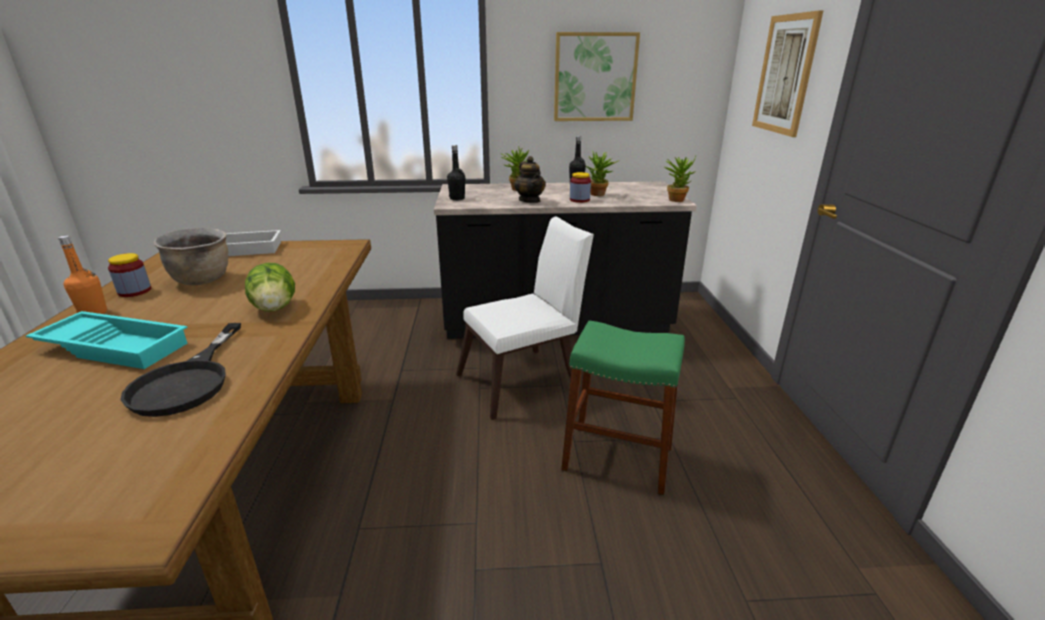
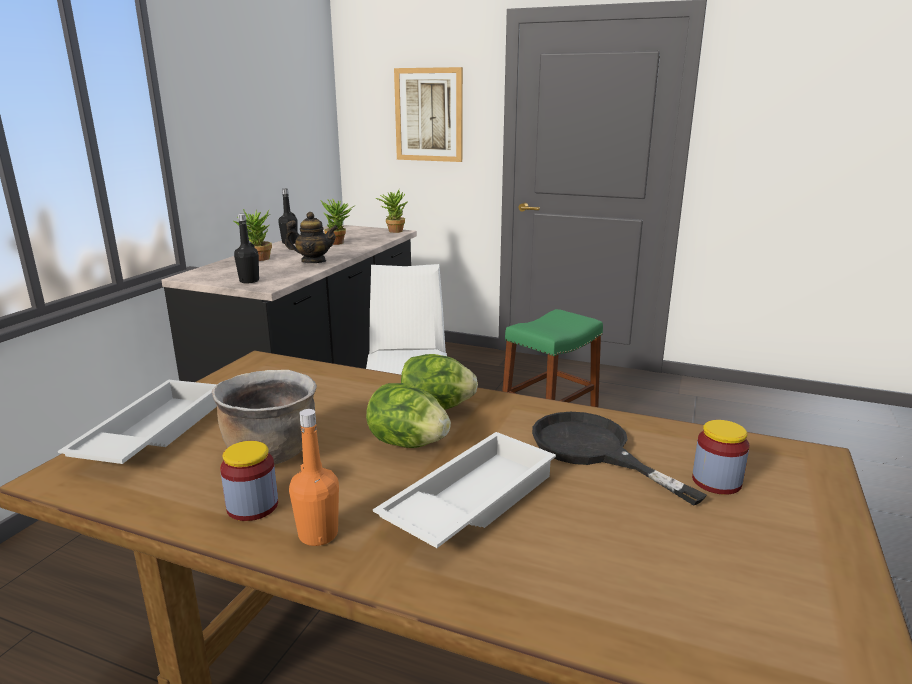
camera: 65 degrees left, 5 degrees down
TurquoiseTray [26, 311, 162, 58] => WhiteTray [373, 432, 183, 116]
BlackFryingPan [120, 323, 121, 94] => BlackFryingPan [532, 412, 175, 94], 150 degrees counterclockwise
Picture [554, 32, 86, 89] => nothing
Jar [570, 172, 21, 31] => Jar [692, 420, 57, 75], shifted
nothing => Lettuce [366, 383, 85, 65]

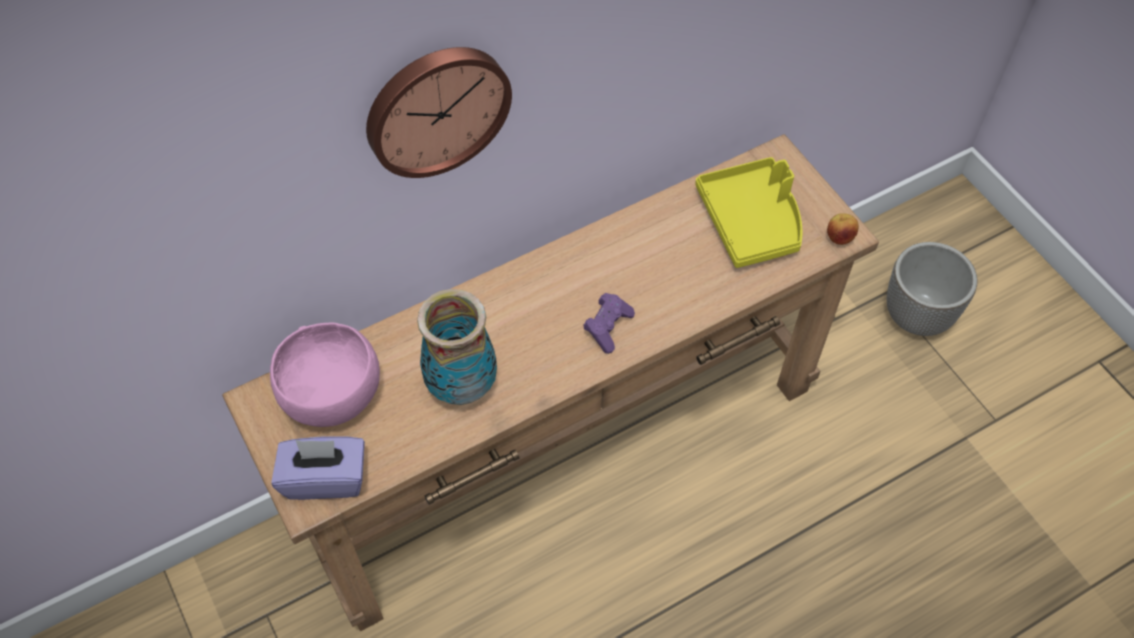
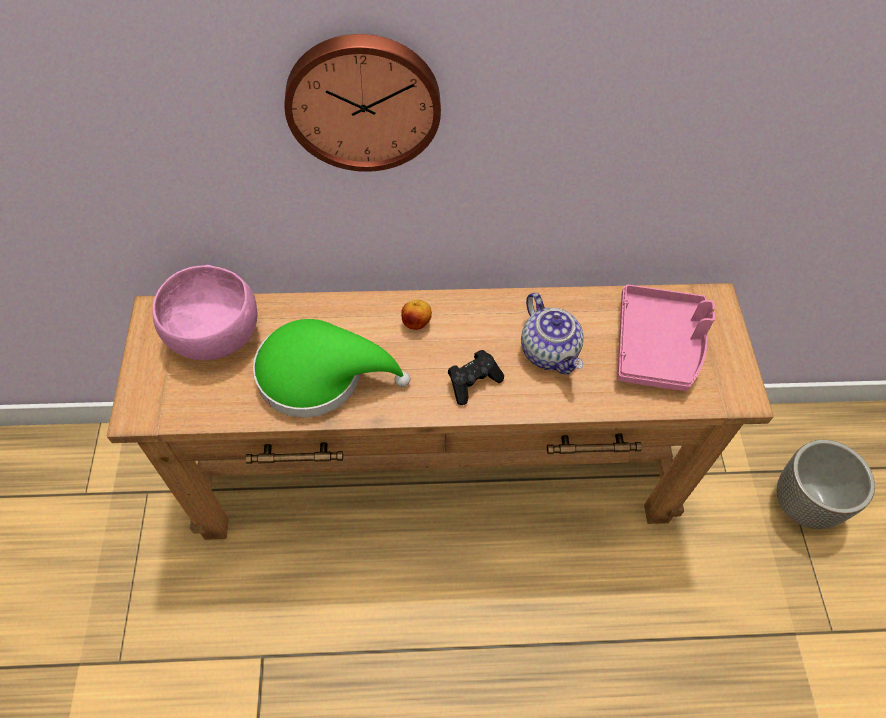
camera: 25 degrees right, 0 degrees up
PurpleTissueBox [271, 436, 94, 64] => nothing
Vase [417, 289, 80, 116] => GreenHat [253, 319, 157, 98]
PurpleGameController [583, 293, 52, 61] => BlackGameController [448, 350, 56, 55]
YellowTray [695, 157, 108, 111] => PinkTray [617, 285, 98, 106]
Apple [827, 213, 32, 32] => Apple [401, 300, 31, 30], shifted
nothing => Teapot [521, 293, 63, 82]

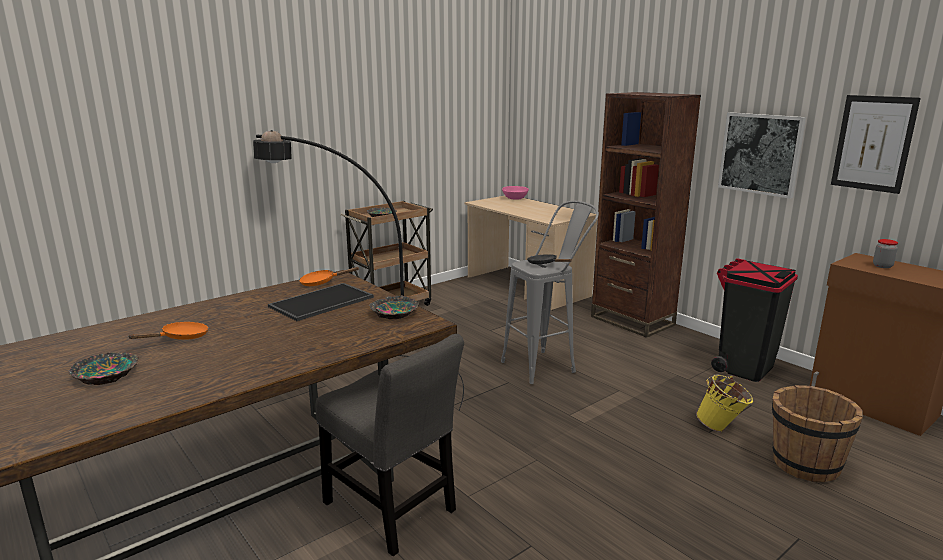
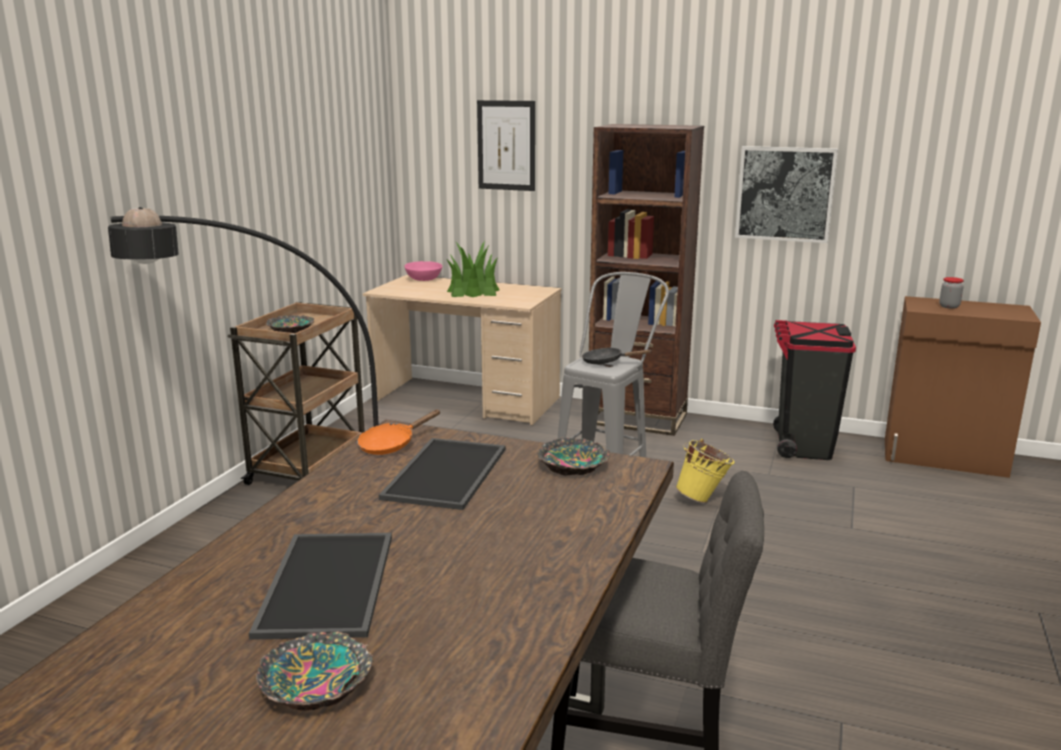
camera: 30 degrees left, 0 degrees up
OrangeFryingPan [129, 322, 80, 18] => Tray [249, 533, 143, 107]
YellowBucket [696, 375, 57, 57] => YellowBucket [676, 439, 59, 64], shifted
BrownBucket [772, 385, 91, 97] => nothing
Picture [831, 95, 90, 99] => Picture [477, 100, 58, 91], shifted
nothing => PottedPlant [447, 241, 53, 56]

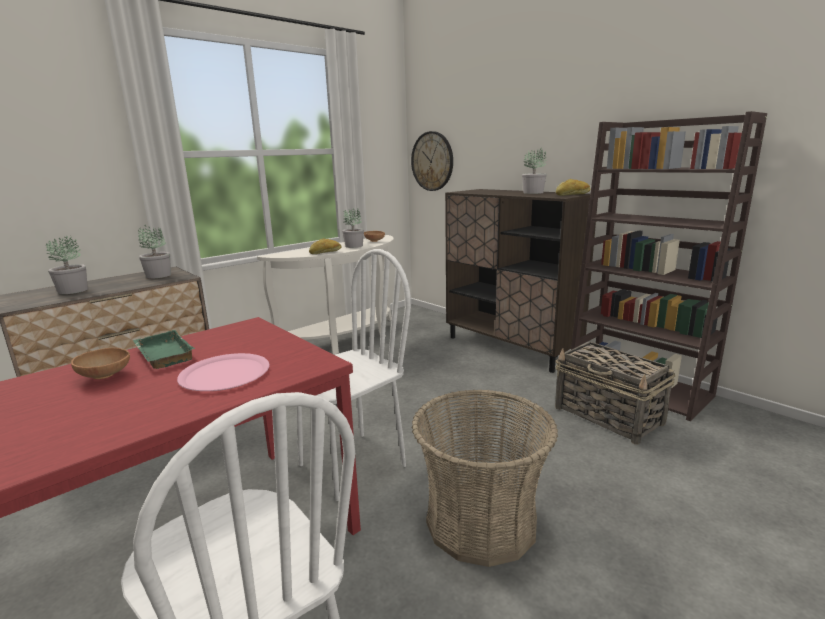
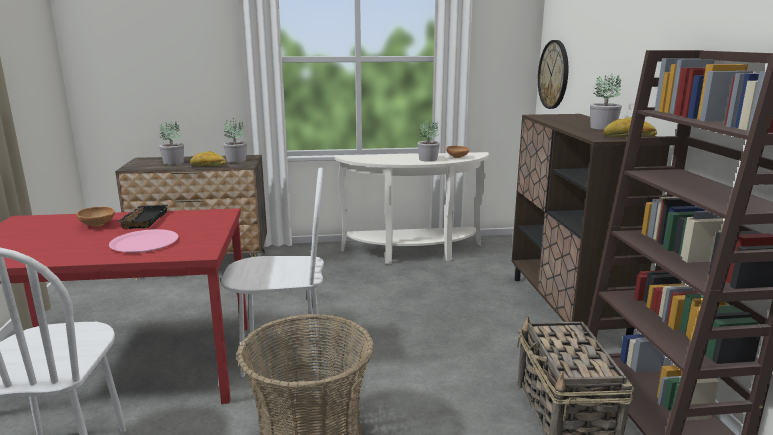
camera: 35 degrees right, 0 degrees up
GreenTray [133, 330, 62, 39] => BlackTray [117, 205, 51, 24]
Bread [309, 238, 33, 16] => Bread [190, 151, 36, 15], shifted

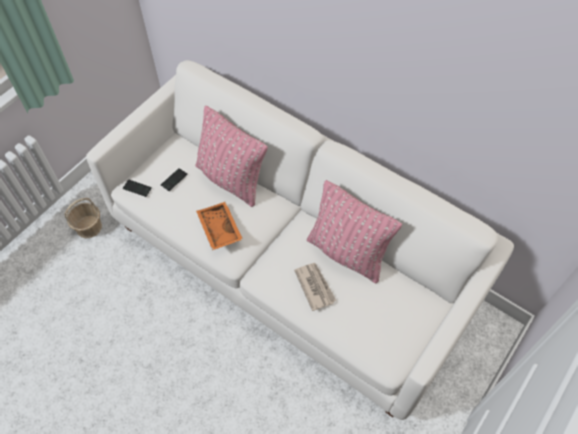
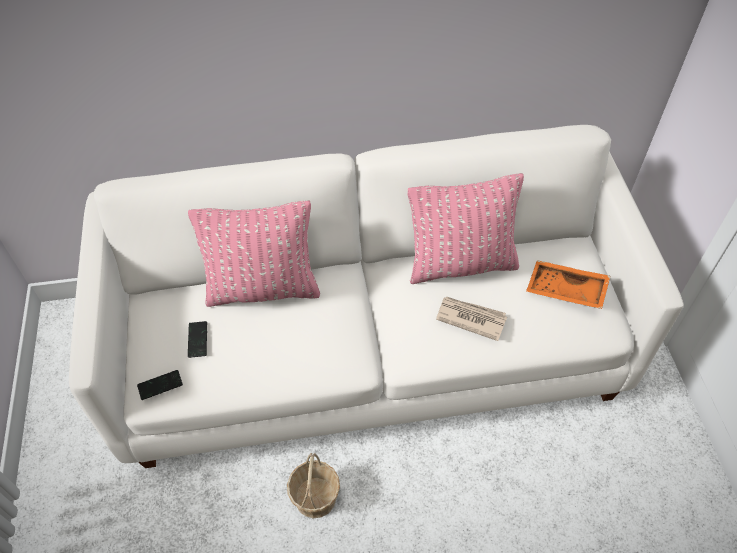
camera: 45 degrees left, 5 degrees down
Basket [64, 198, 38, 40] => Basket [287, 453, 53, 66], shifted
OrangeTray [196, 202, 47, 48] => OrangeTray [526, 260, 84, 49], shifted

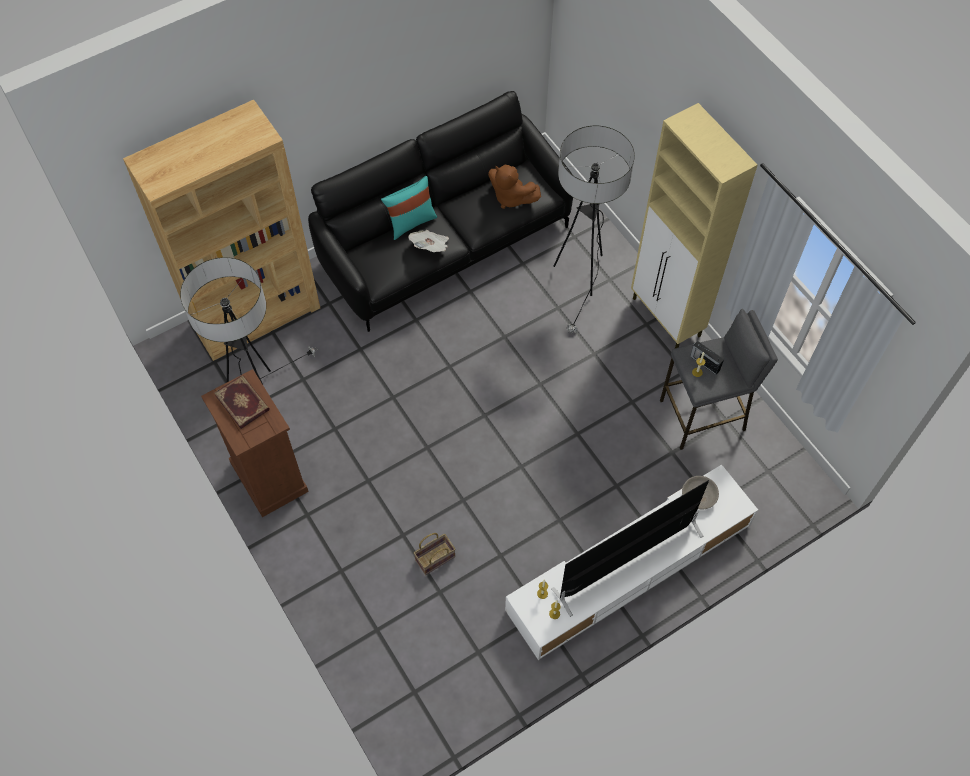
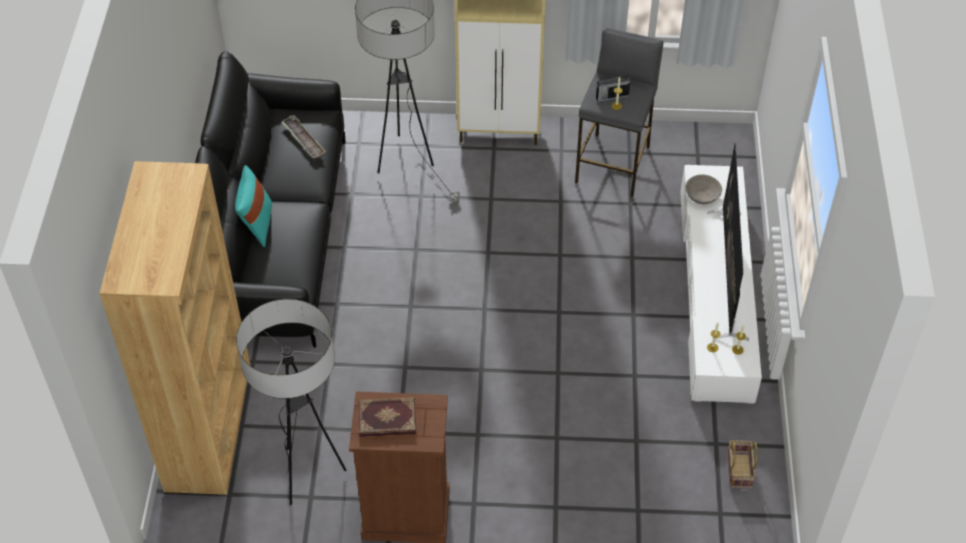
camera: 55 degrees left, 10 degrees down
Newspaper [409, 230, 40, 22] => nothing
Basket [414, 533, 41, 42] => Basket [727, 440, 31, 49], shifted
BrownPlushToy [488, 165, 53, 44] => Tray [282, 115, 44, 45]

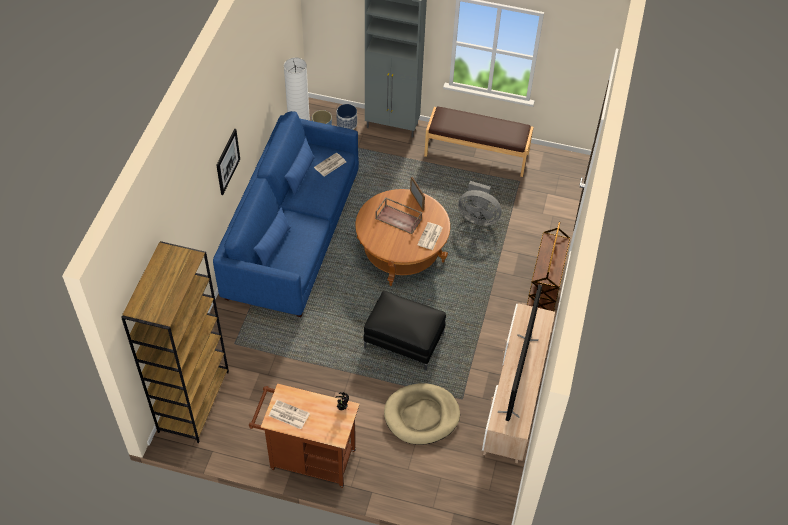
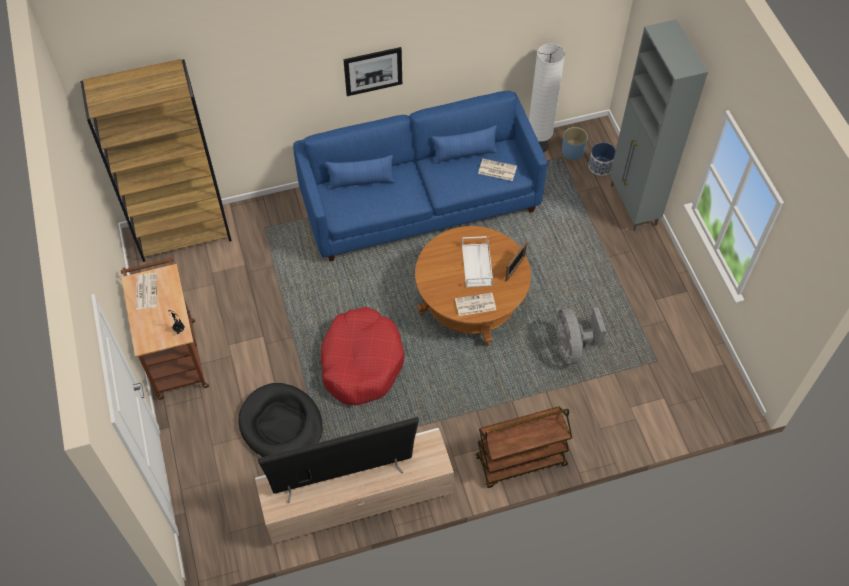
camera: 60 degrees right, 5 degrees up
BlackOttoman [364, 291, 82, 80] => RedDogBed [321, 307, 84, 98]
BrownTray [375, 197, 47, 37] => WhiteTray [462, 236, 31, 51]
BeigeDogBed [384, 383, 76, 62] => BlackDogBed [238, 383, 85, 74]
BrownBench [424, 106, 110, 71] => nothing

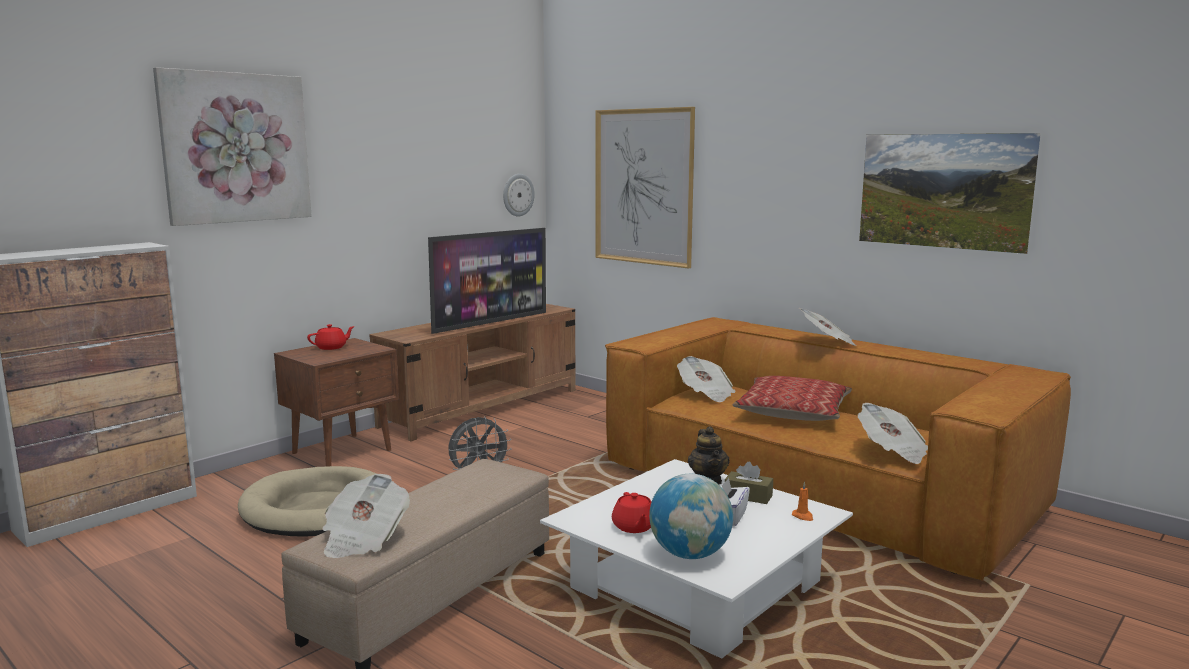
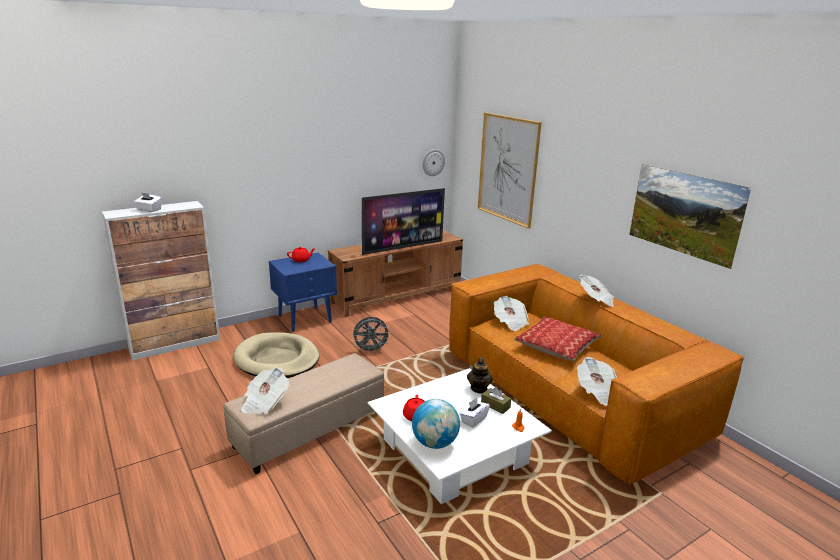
camera: 15 degrees right, 10 degrees up
Picture [153, 67, 159, 159] => nothing
BrownNightstand [274, 338, 125, 129] => BlueNightstand [269, 253, 68, 79]
nothing => WhiteTissueBox [134, 192, 28, 20]

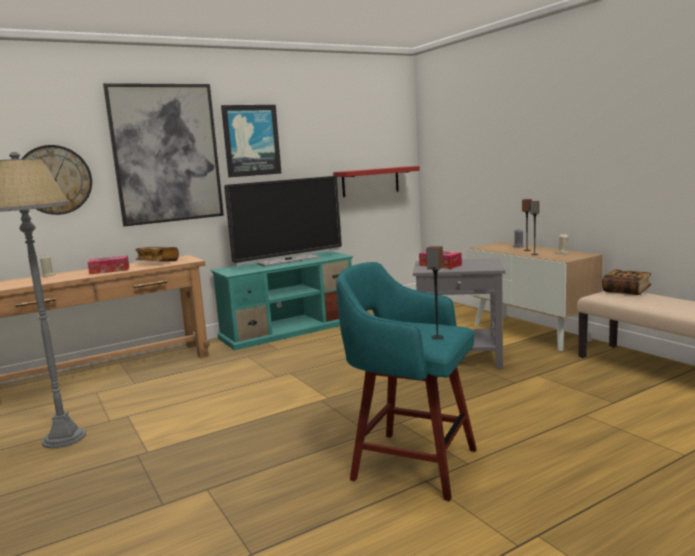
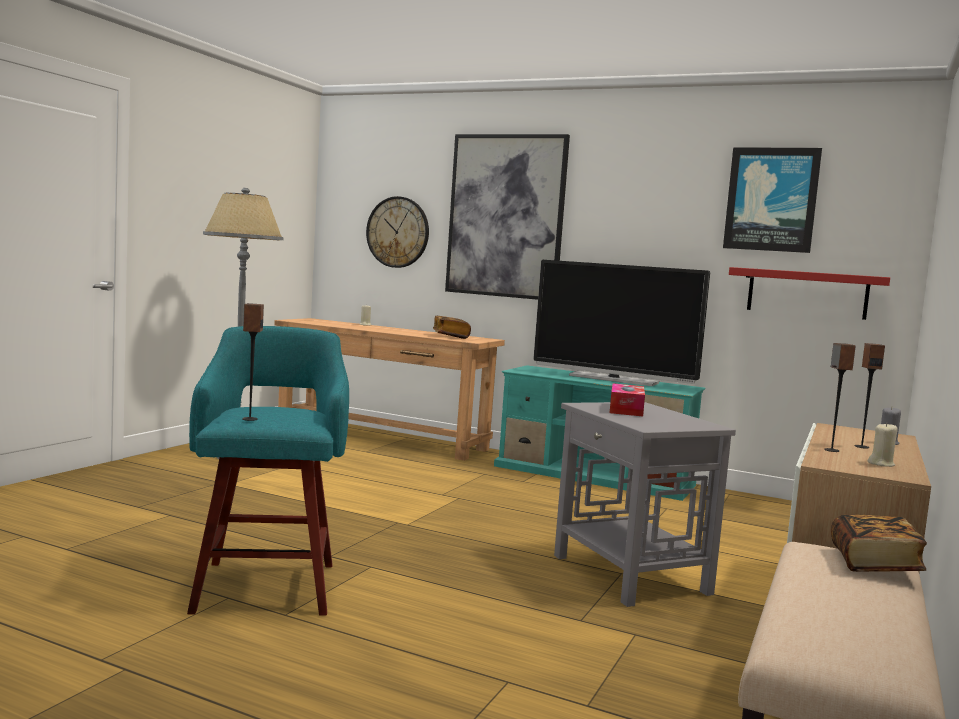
camera: 55 degrees right, 5 degrees down
TissueBox [87, 256, 42, 18] => nothing
Picture [221, 105, 61, 72] => Picture [723, 147, 99, 106], shifted

